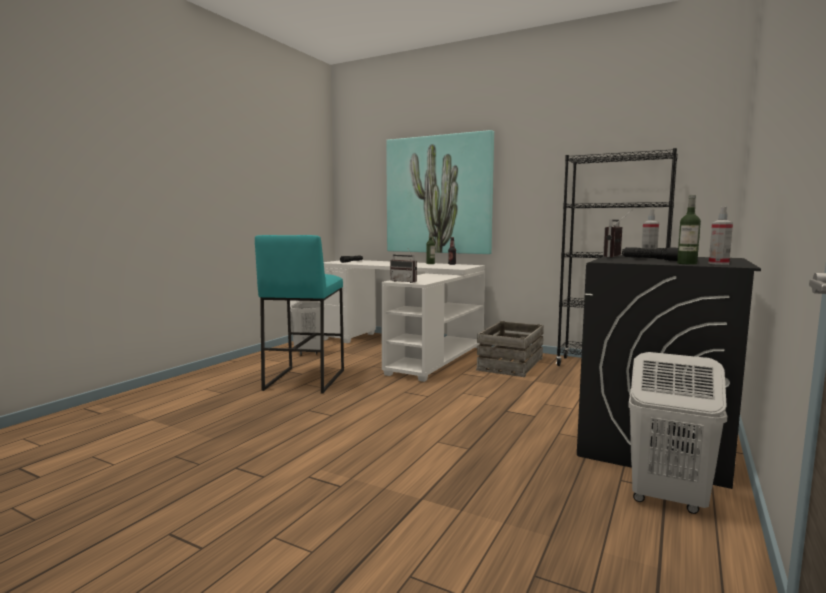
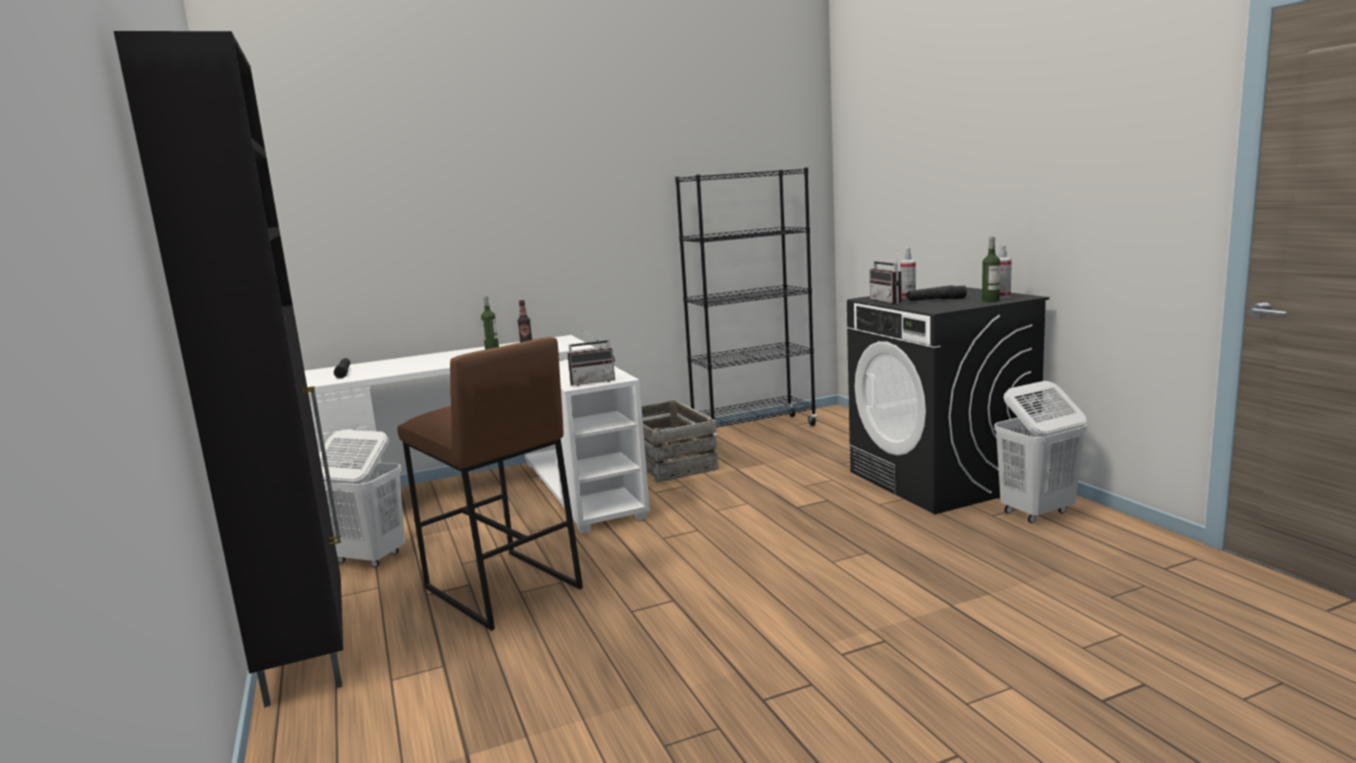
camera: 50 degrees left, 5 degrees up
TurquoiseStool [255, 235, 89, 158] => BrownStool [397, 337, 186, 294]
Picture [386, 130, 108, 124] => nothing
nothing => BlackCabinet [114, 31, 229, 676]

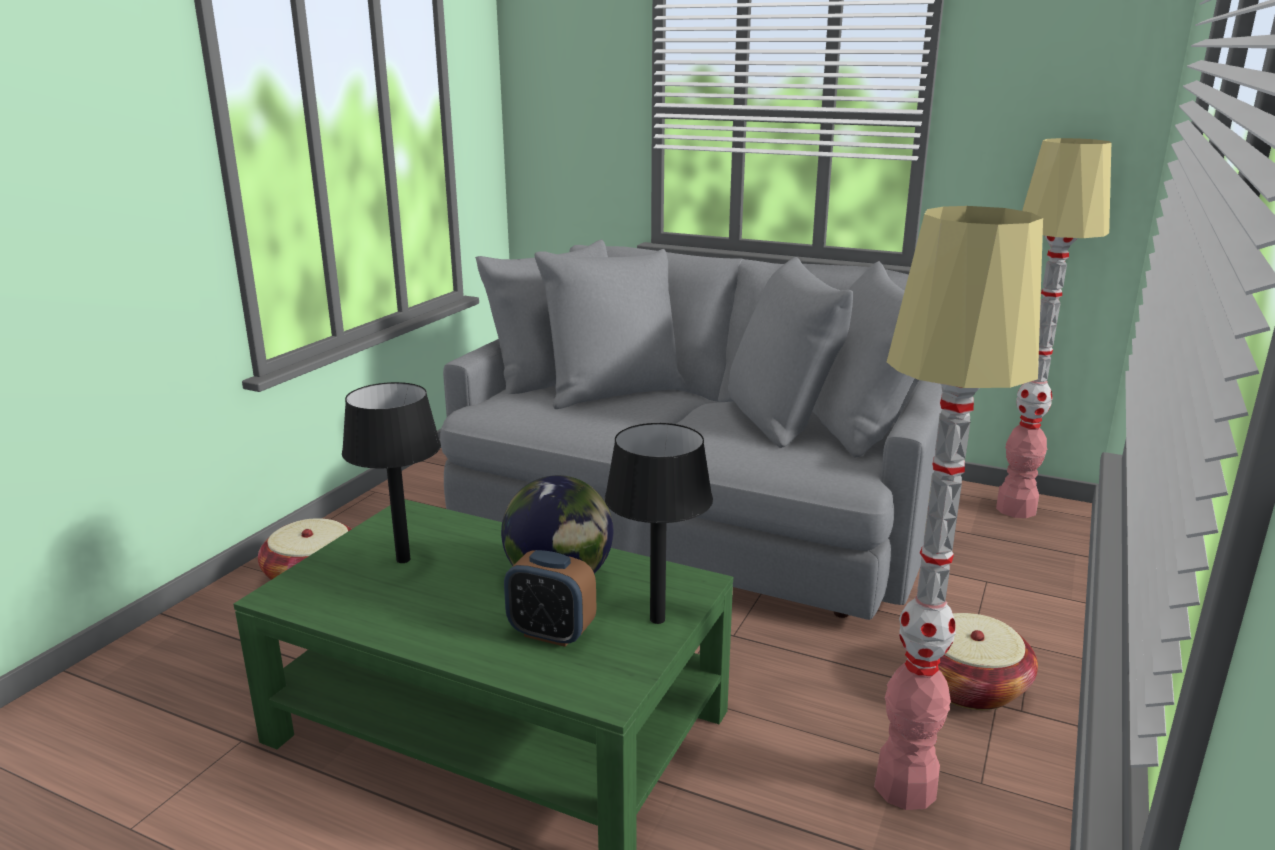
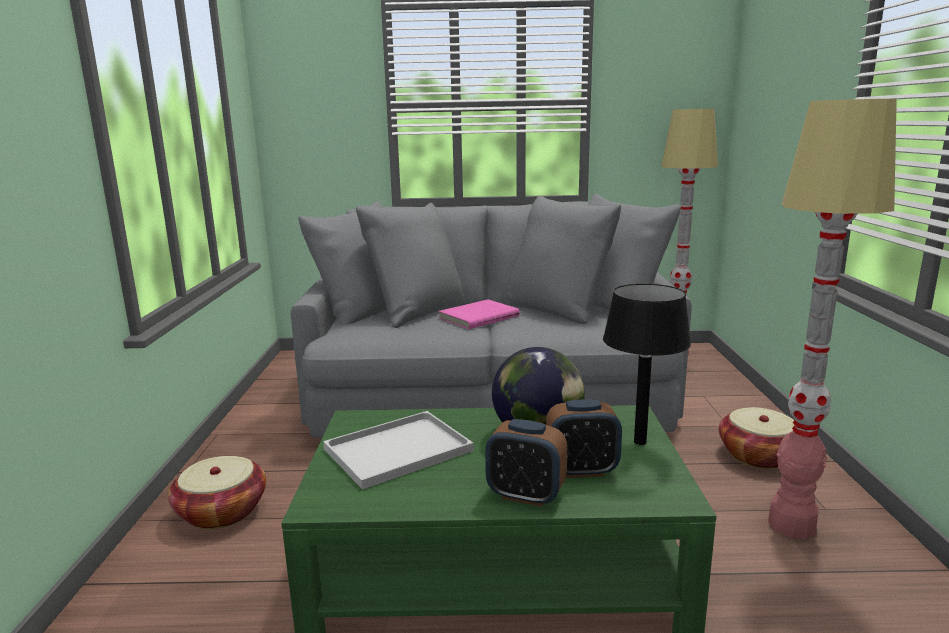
camera: 25 degrees left, 5 degrees down
BlackTableLamp [342, 382, 99, 181] => WhiteTray [323, 411, 150, 78]
nothing => PinkBook [439, 299, 81, 30]
nothing => AlarmClock [485, 419, 82, 88]

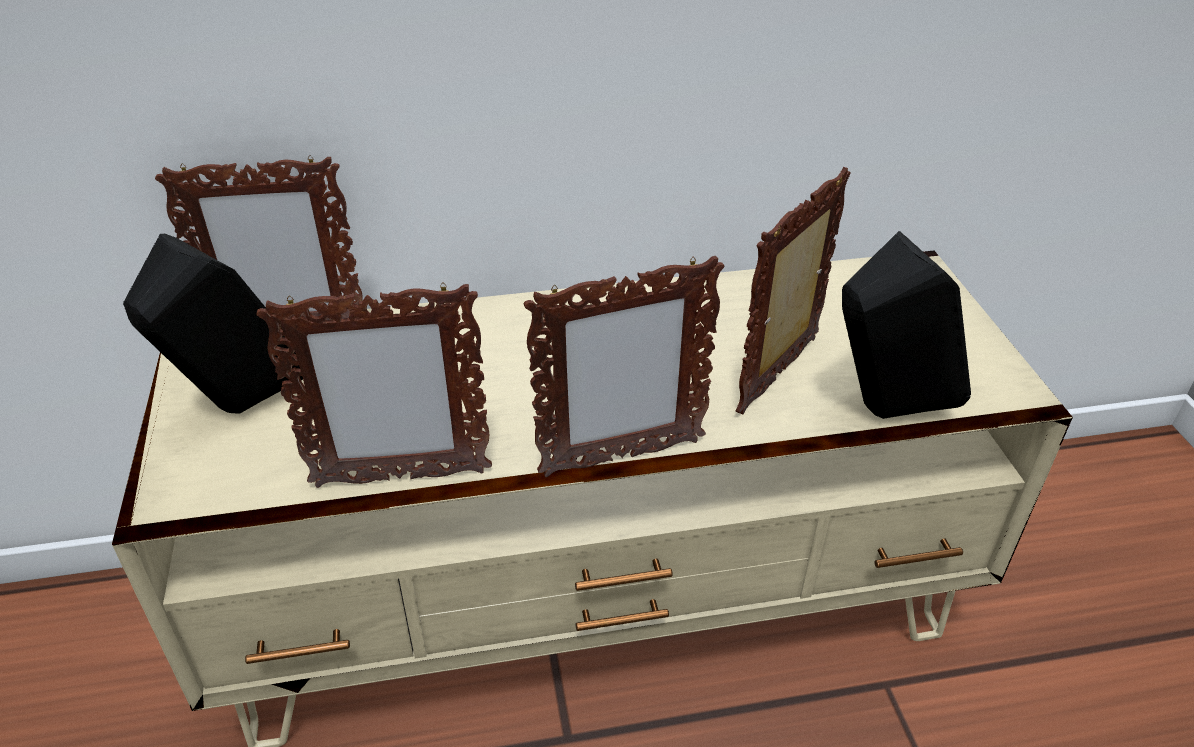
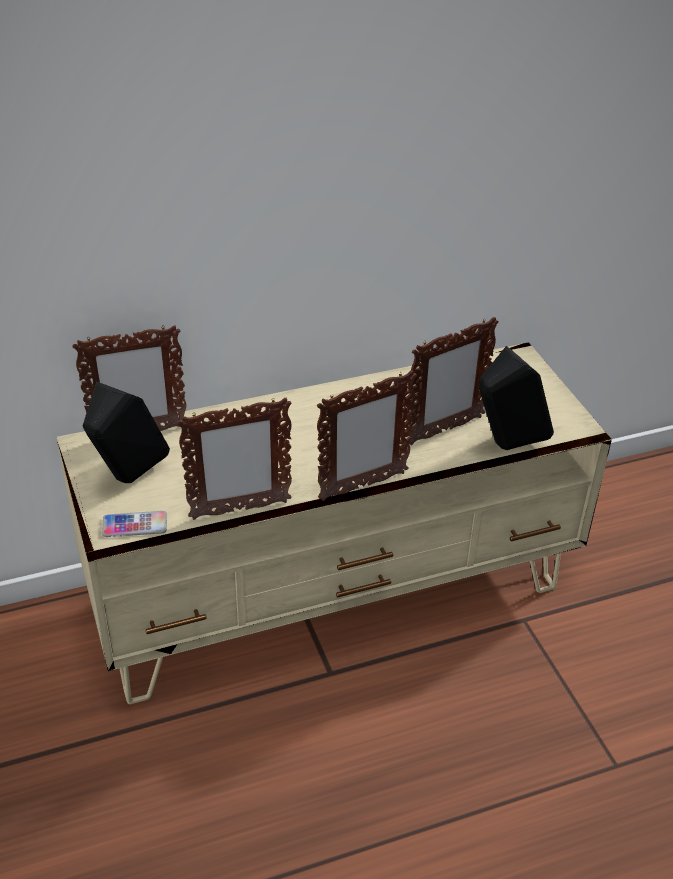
camera: 10 degrees left, 0 degrees up
PictureFrame [736, 167, 115, 247] => PictureFrame [409, 317, 90, 128], 150 degrees counterclockwise
nothing => Phone [102, 511, 65, 26]

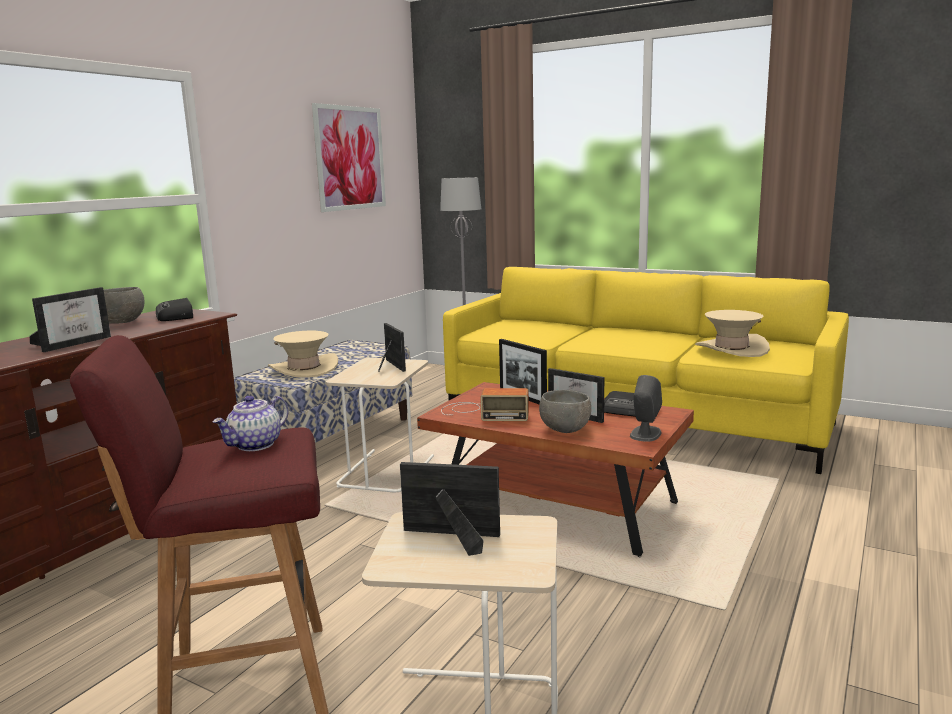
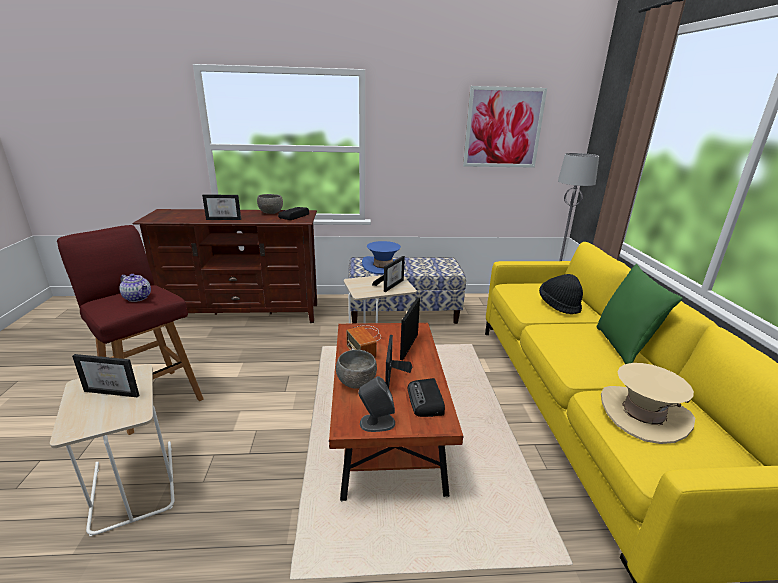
camera: 55 degrees right, 10 degrees up
Teapot [212, 395, 76, 56] => Teapot [119, 274, 32, 28], 150 degrees counterclockwise
BeigeHat [268, 331, 70, 47] => BlueHat [362, 241, 43, 33]
PictureFrame [400, 462, 100, 94] => PictureFrame [72, 354, 67, 43], 120 degrees clockwise
nothing => BlackHat [539, 274, 44, 40]
nothing => GreenPillow [596, 263, 87, 101]

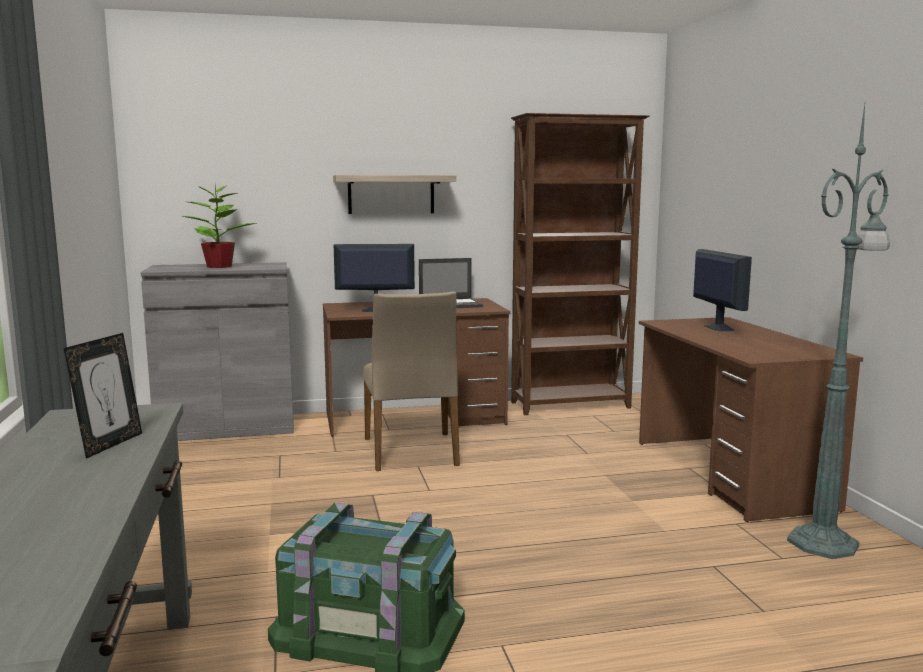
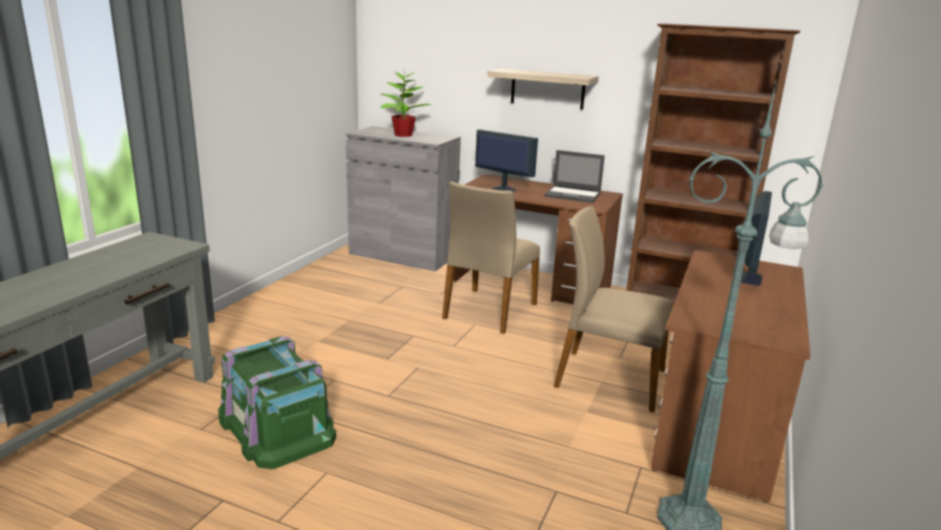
camera: 35 degrees right, 10 degrees up
PictureFrame [64, 333, 78, 126] => nothing
nothing => BeigeChair [554, 207, 119, 206]

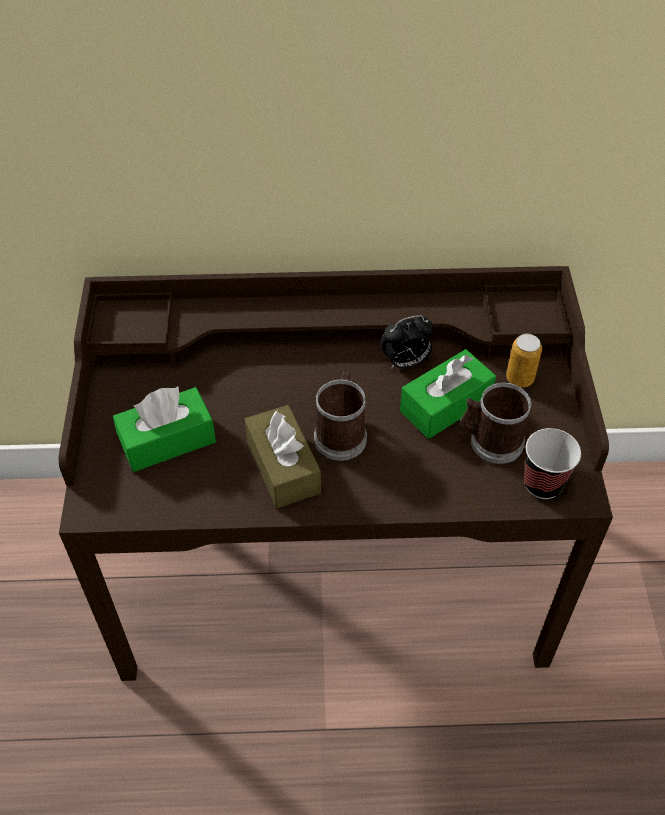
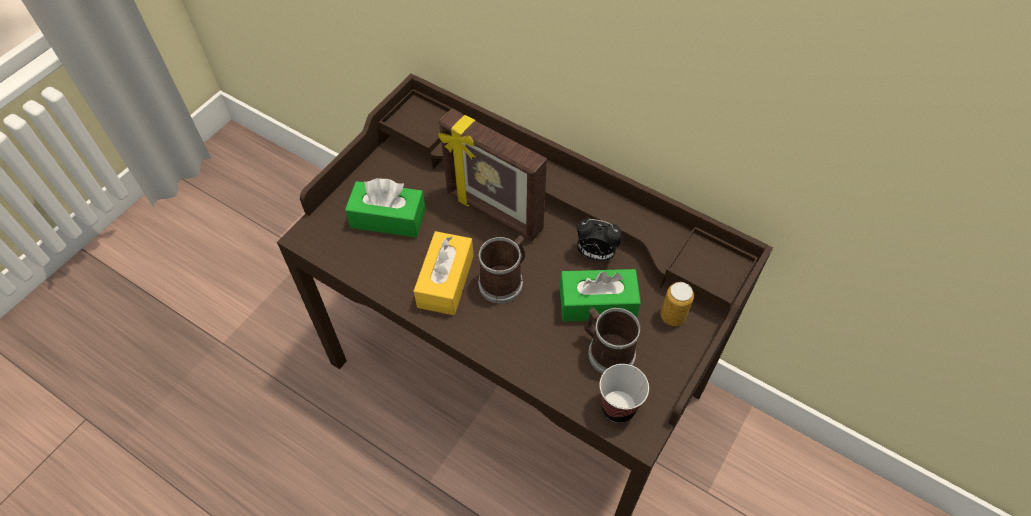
camera: 35 degrees right, 5 degrees up
BrownTissueBox [244, 405, 77, 103] => YellowTissueBox [414, 231, 60, 84]
nothing => PictureFrame [438, 109, 109, 132]

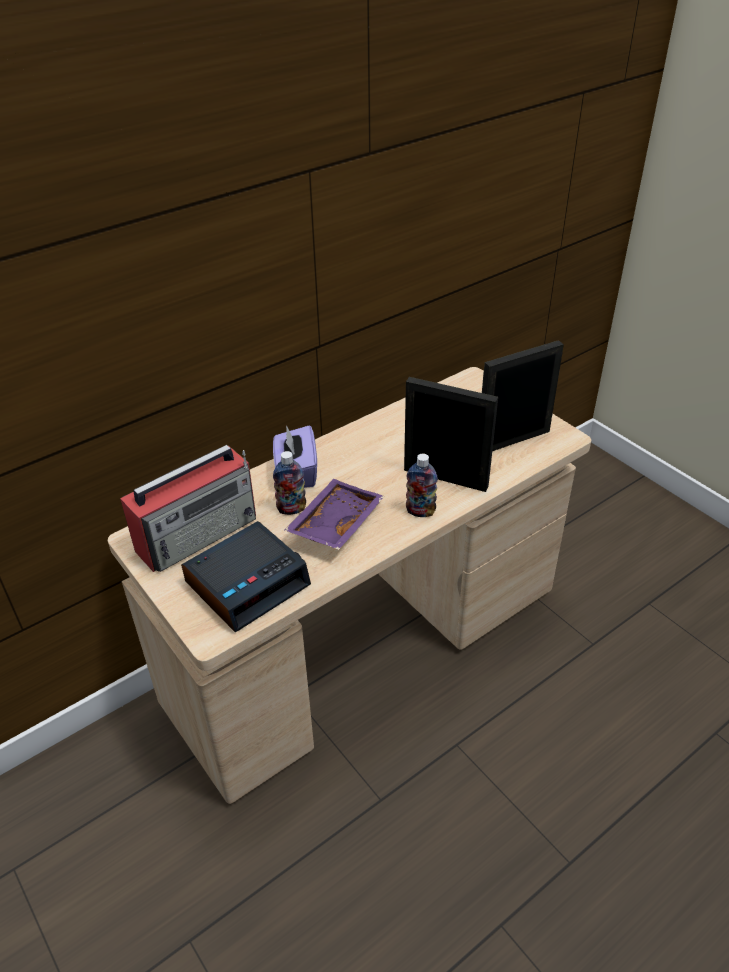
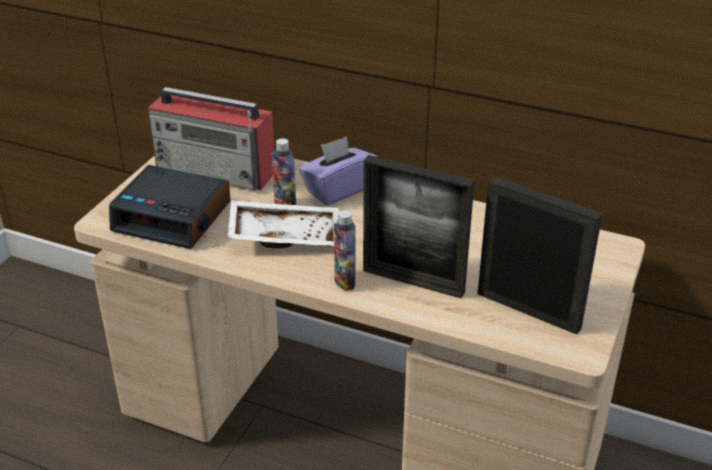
camera: 60 degrees right, 5 degrees down
PurpleTray [284, 479, 101, 71] => WhiteTray [227, 200, 112, 48]
PictureFrame [404, 377, 94, 115] => PictureFrame [363, 155, 112, 144], 120 degrees clockwise

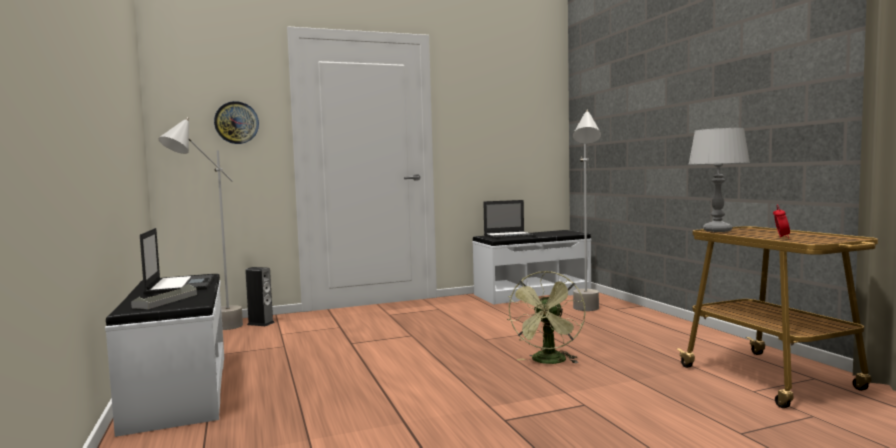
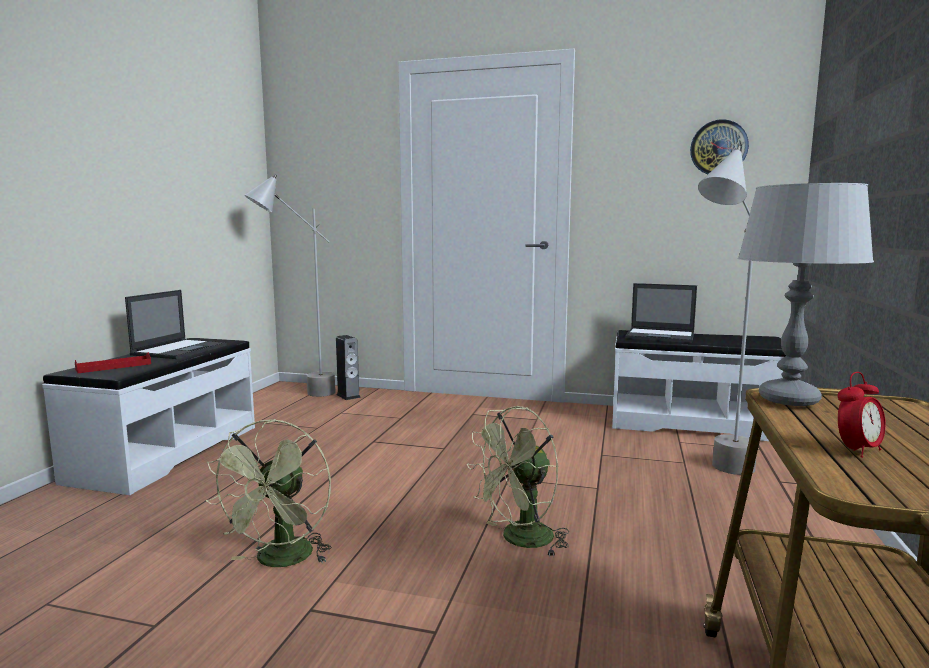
camera: 35 degrees right, 5 degrees up
GreyTray [131, 284, 66, 25] => RedTray [75, 352, 76, 21]
WallClock [214, 101, 45, 43] => WallClock [690, 119, 59, 55], shifted
nothing => GreenFan [205, 419, 127, 148]

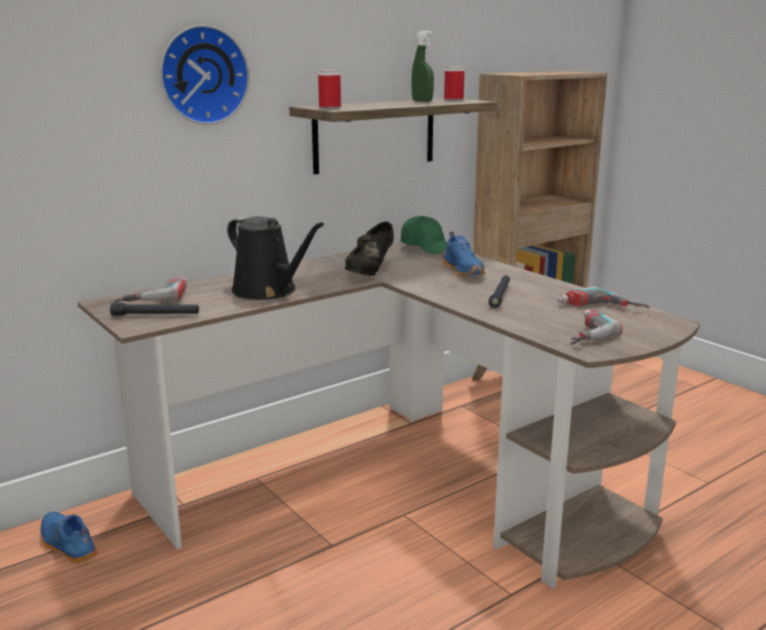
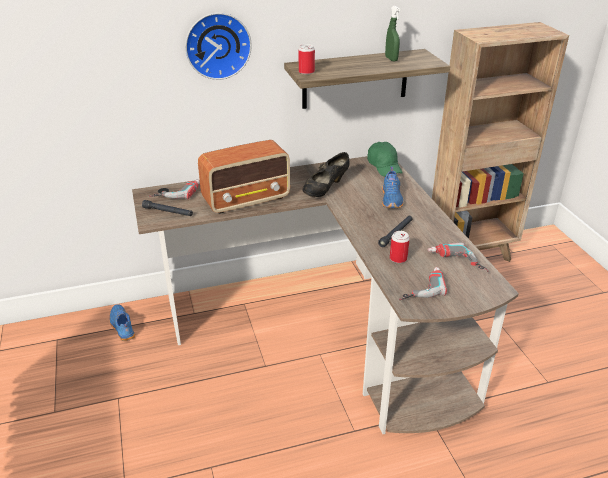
camera: 20 degrees right, 15 degrees up
BlackWateringCan [227, 216, 97, 84] => Radio [198, 140, 92, 74]
Can [444, 67, 21, 34] => Can [390, 231, 20, 32], shifted

